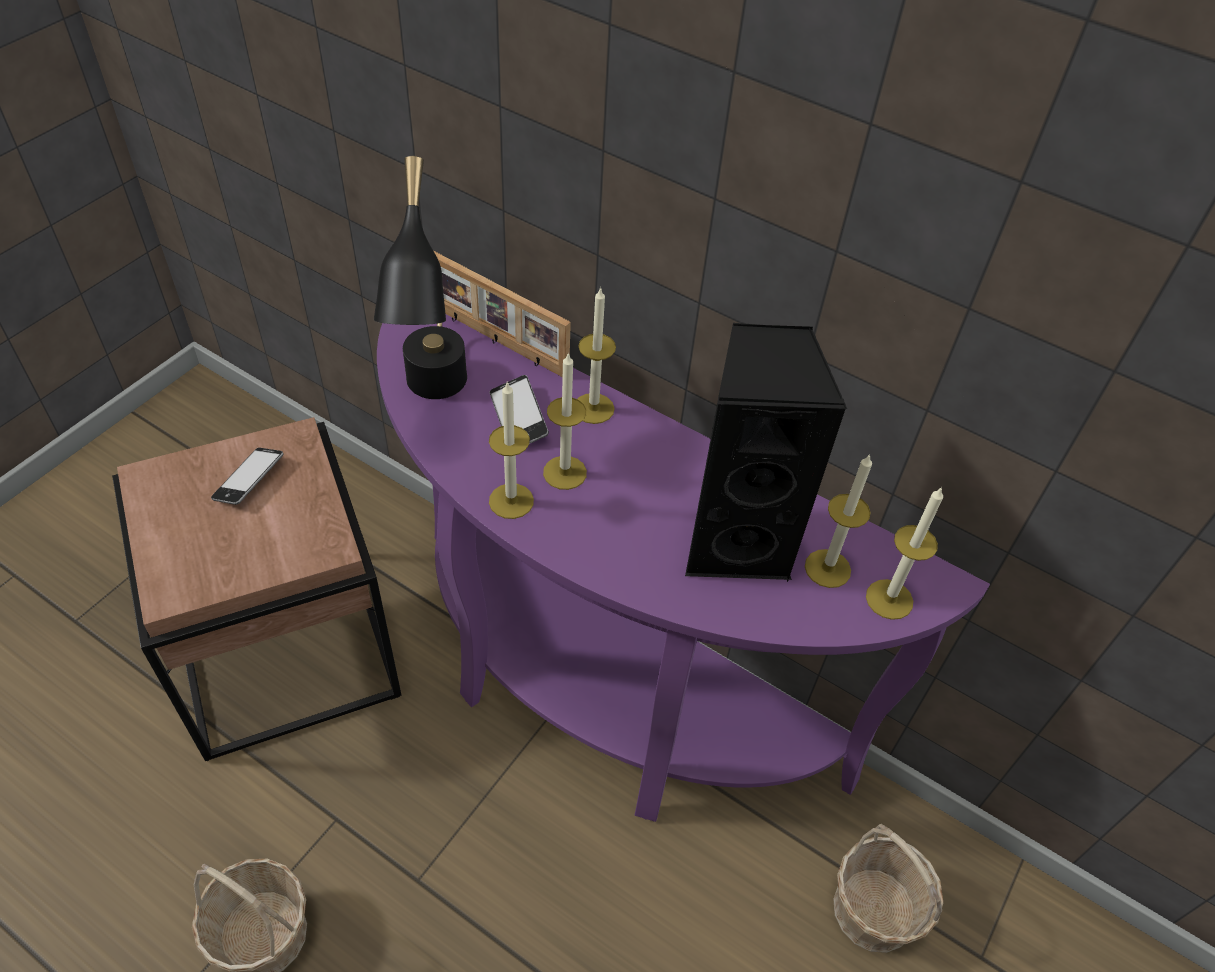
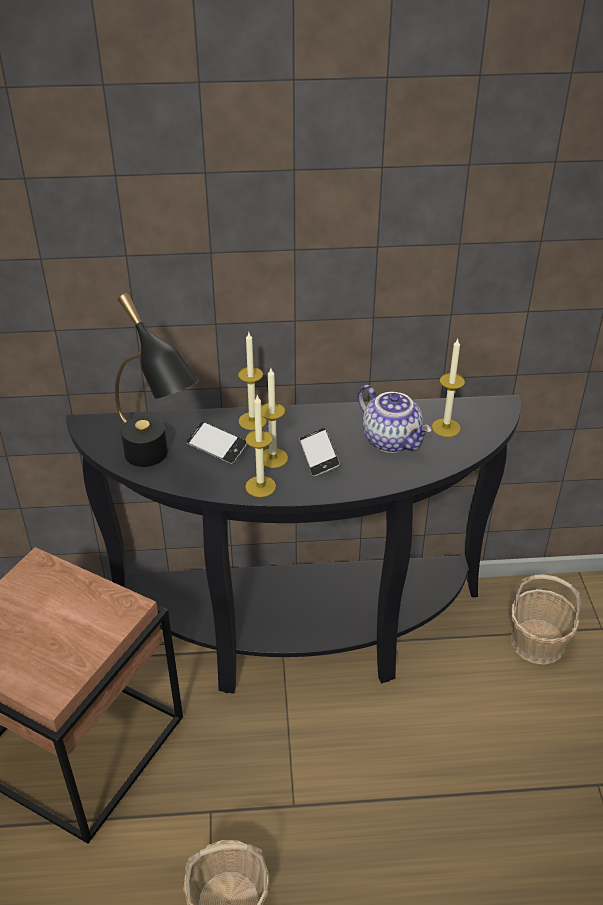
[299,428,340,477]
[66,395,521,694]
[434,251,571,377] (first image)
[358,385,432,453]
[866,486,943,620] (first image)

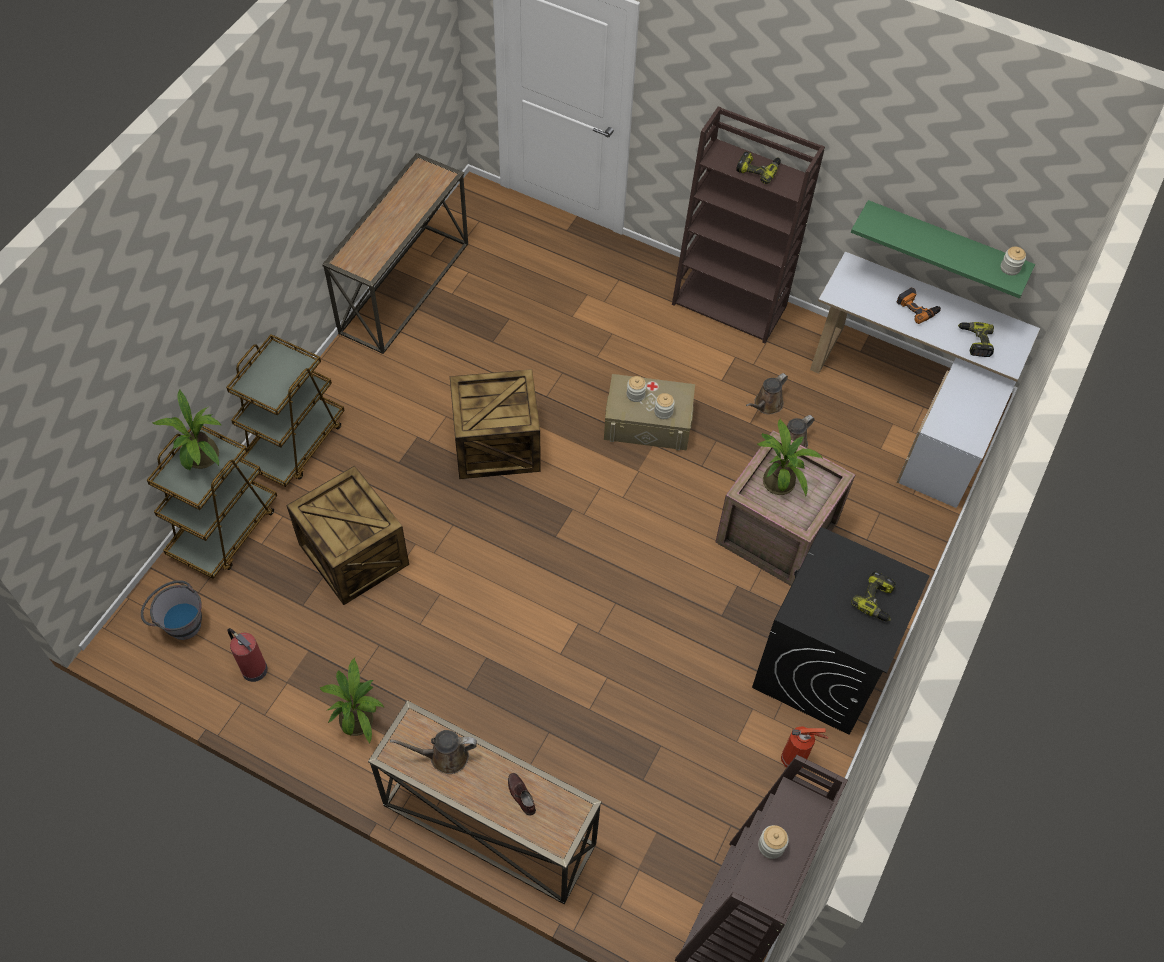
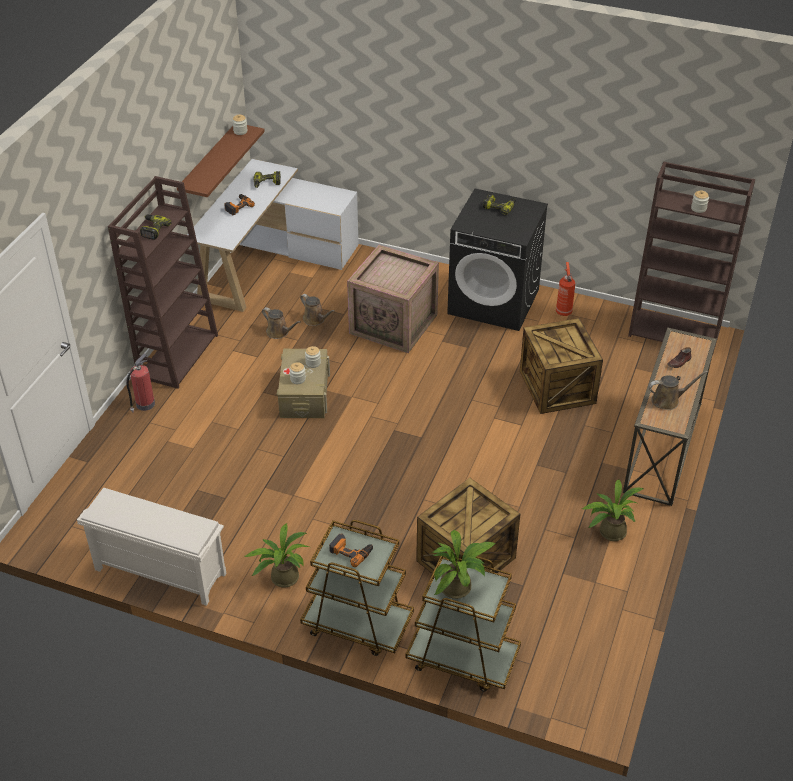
[141,580,202,640] (first image)
[127,354,155,413]
[77,488,226,606]
[648,371,708,410]
[520,318,603,414]
[245,523,309,588]
[177,125,265,197]
[329,533,373,567]

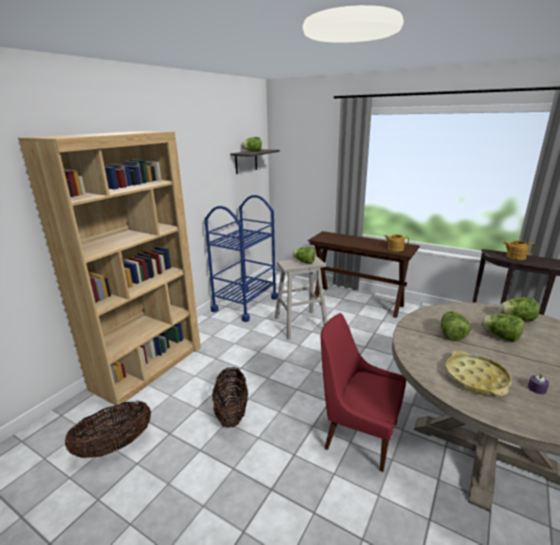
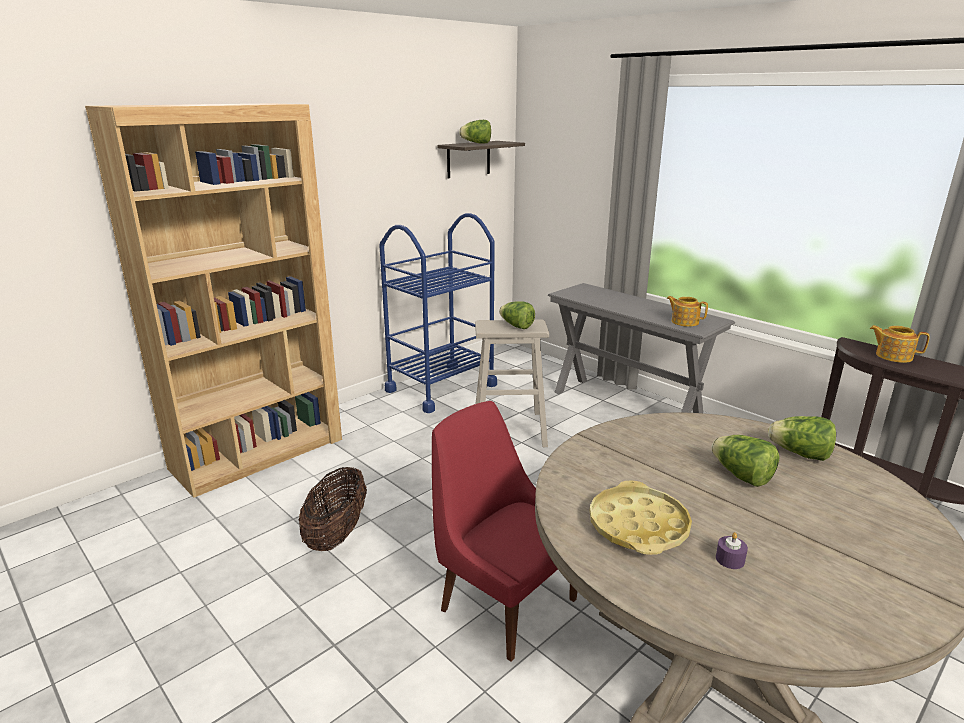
[65,401,151,458] (first image)
[548,283,735,413]
[441,311,470,341] (first image)

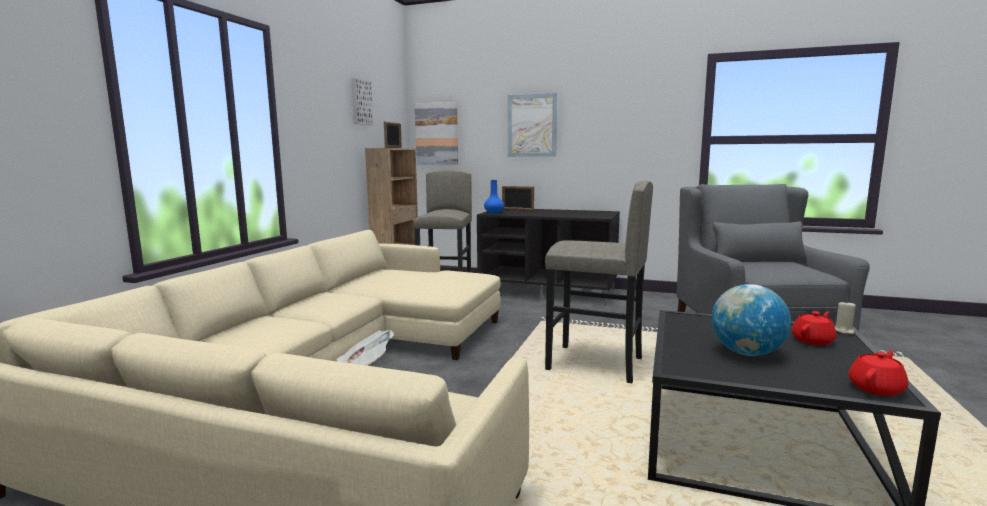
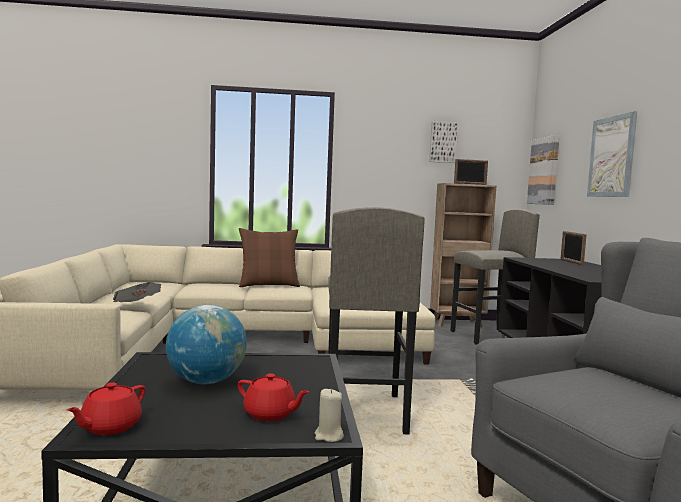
[484,180,504,213] (first image)
[67,382,145,435]
[239,228,300,287]

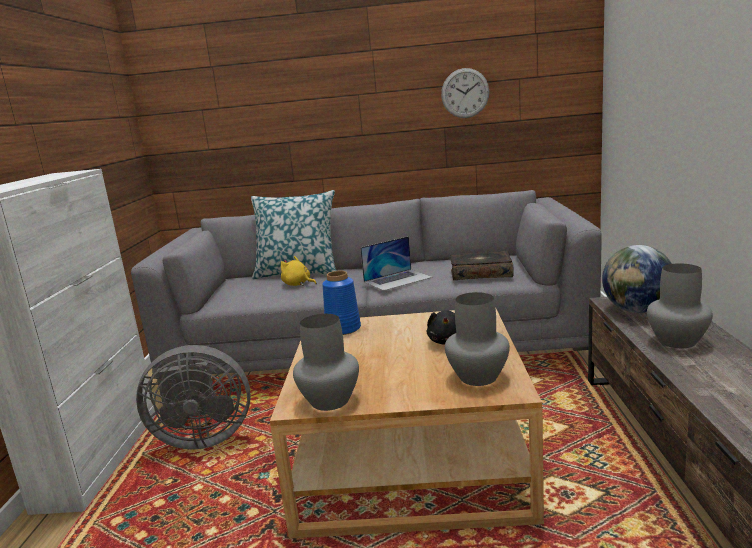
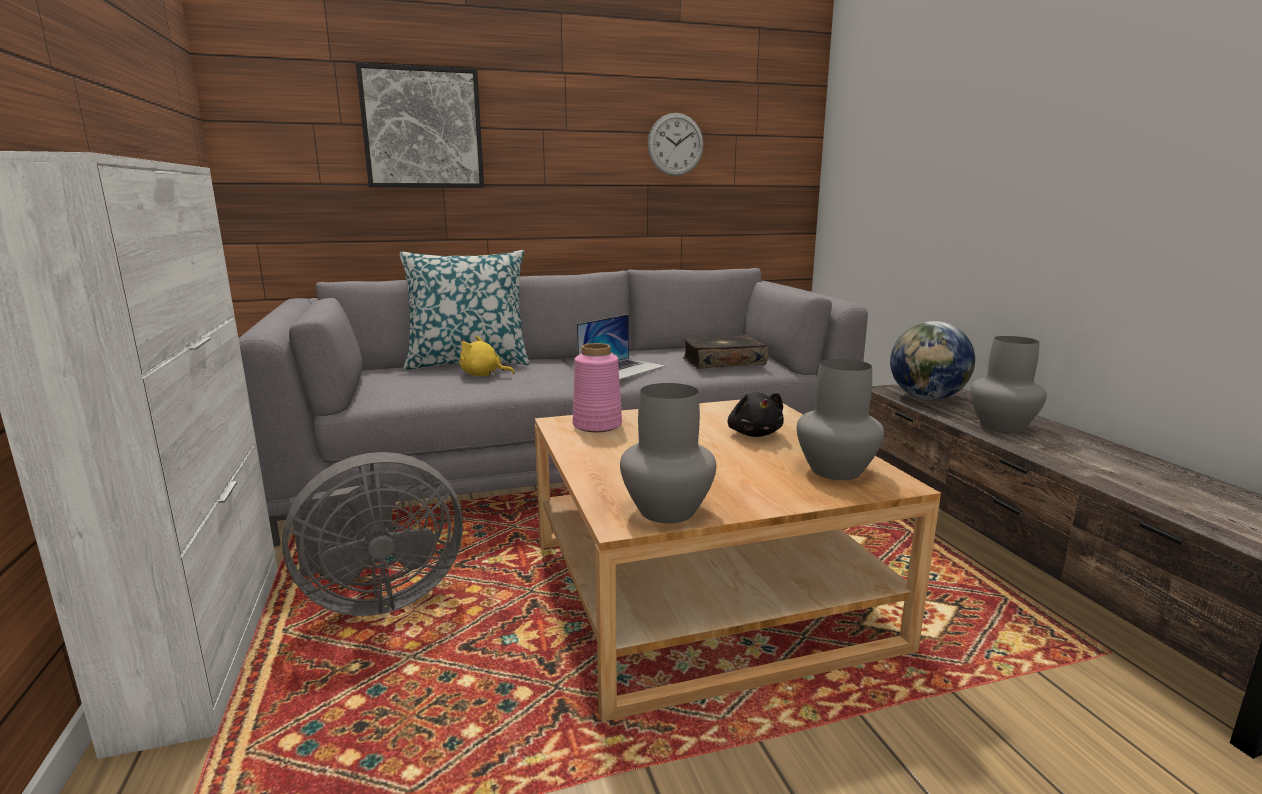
[572,343,622,432]
[356,63,484,188]

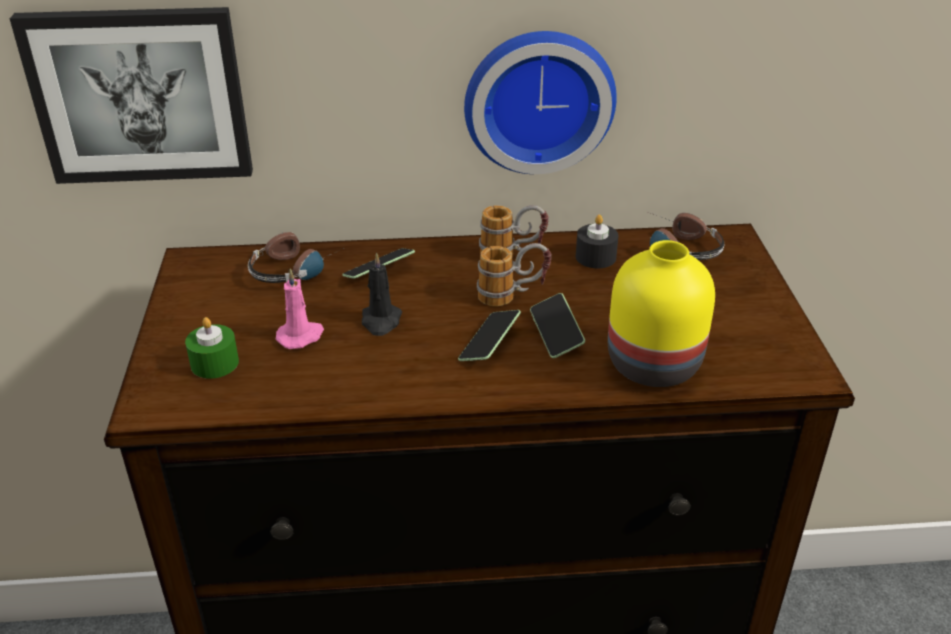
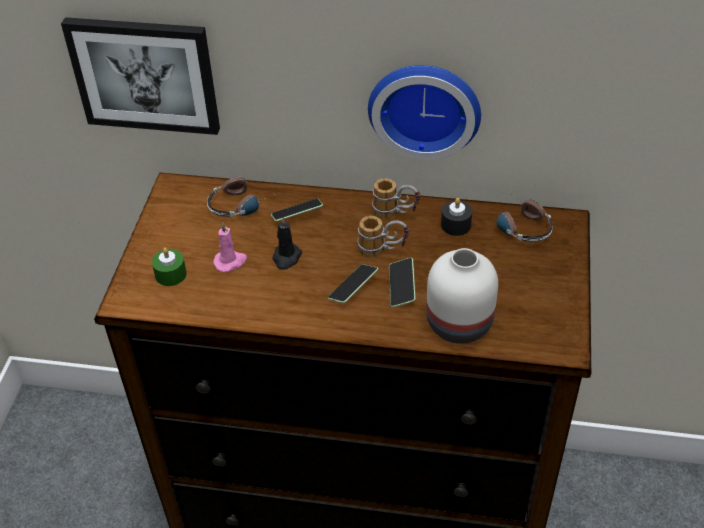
[426,248,498,344]

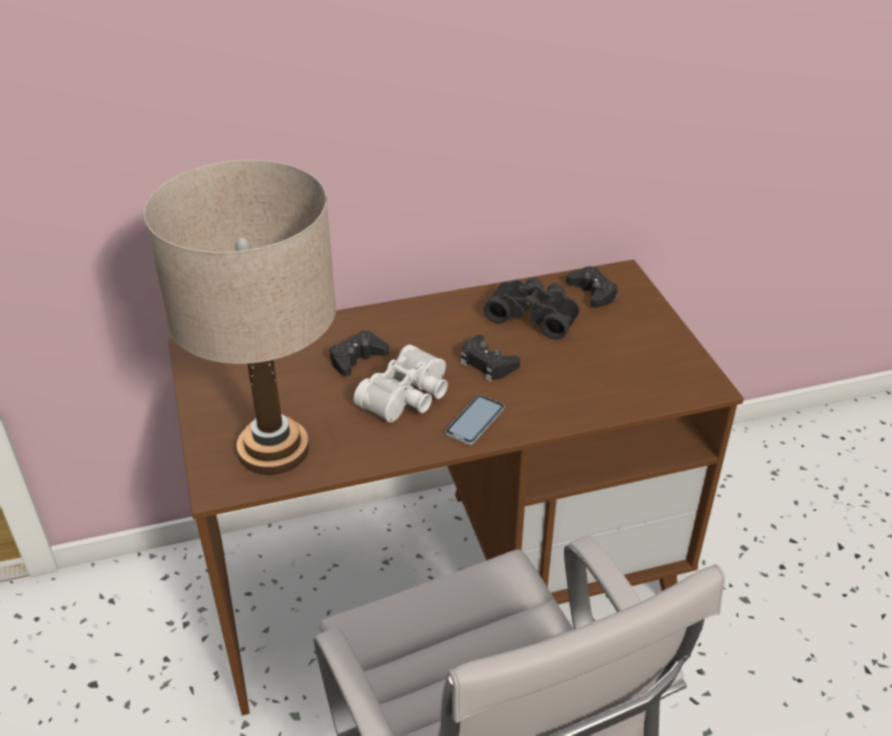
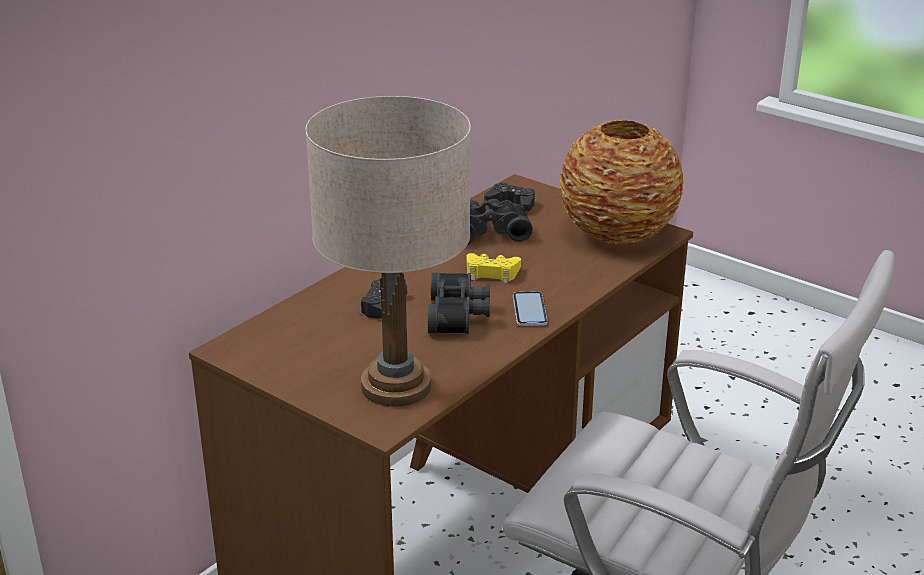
[428,273,490,334]
[467,253,521,283]
[559,120,684,245]

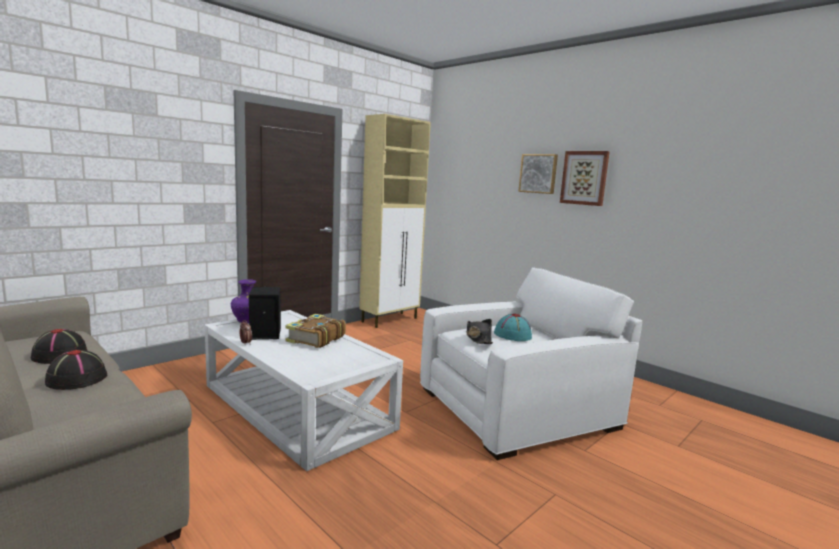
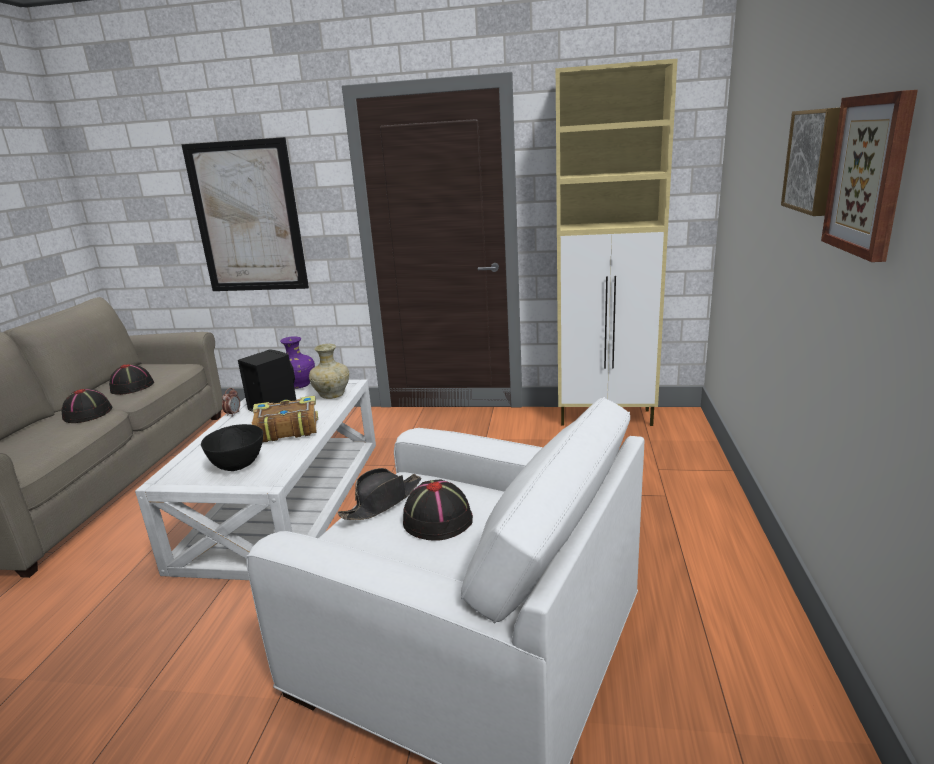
[403,479,473,541]
[181,137,309,291]
[201,424,263,471]
[309,344,349,399]

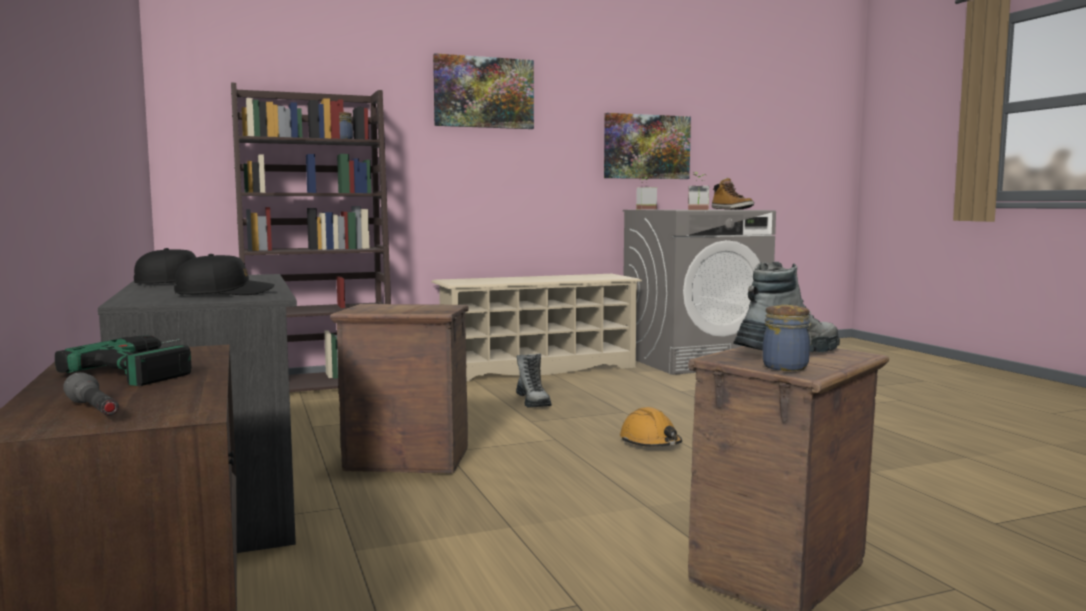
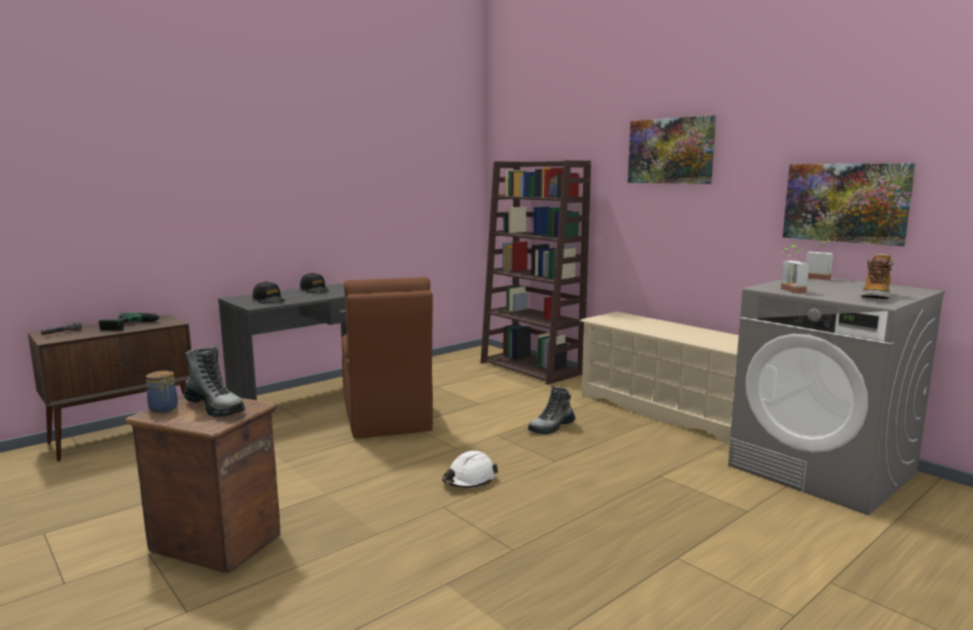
[341,277,433,439]
[442,451,498,488]

